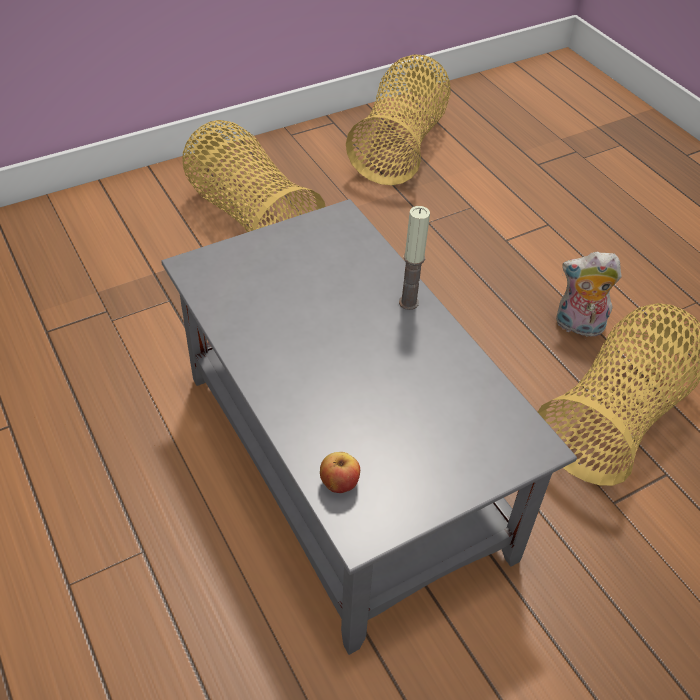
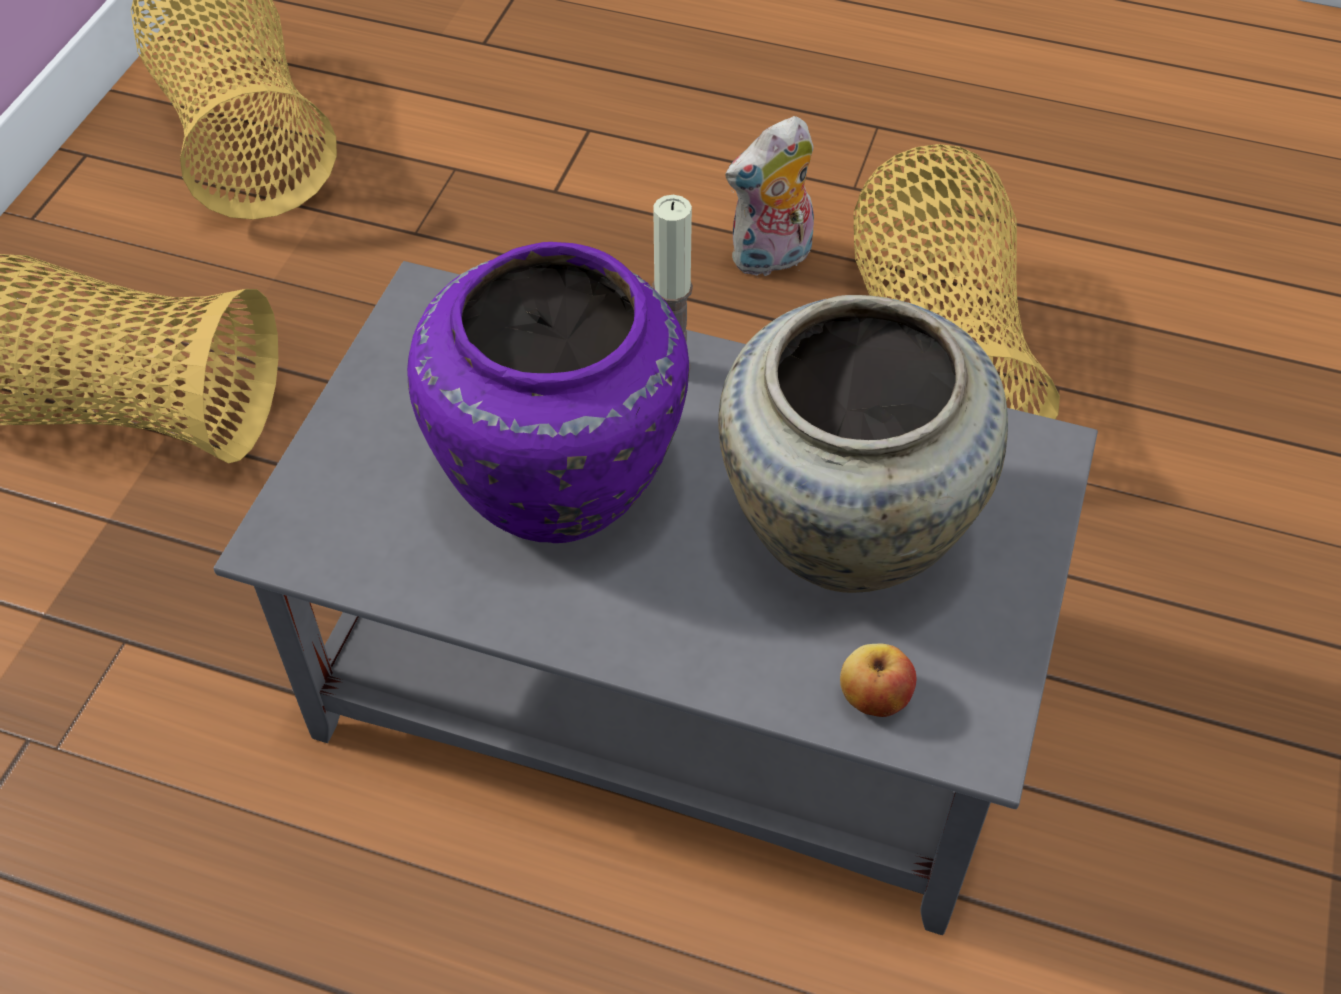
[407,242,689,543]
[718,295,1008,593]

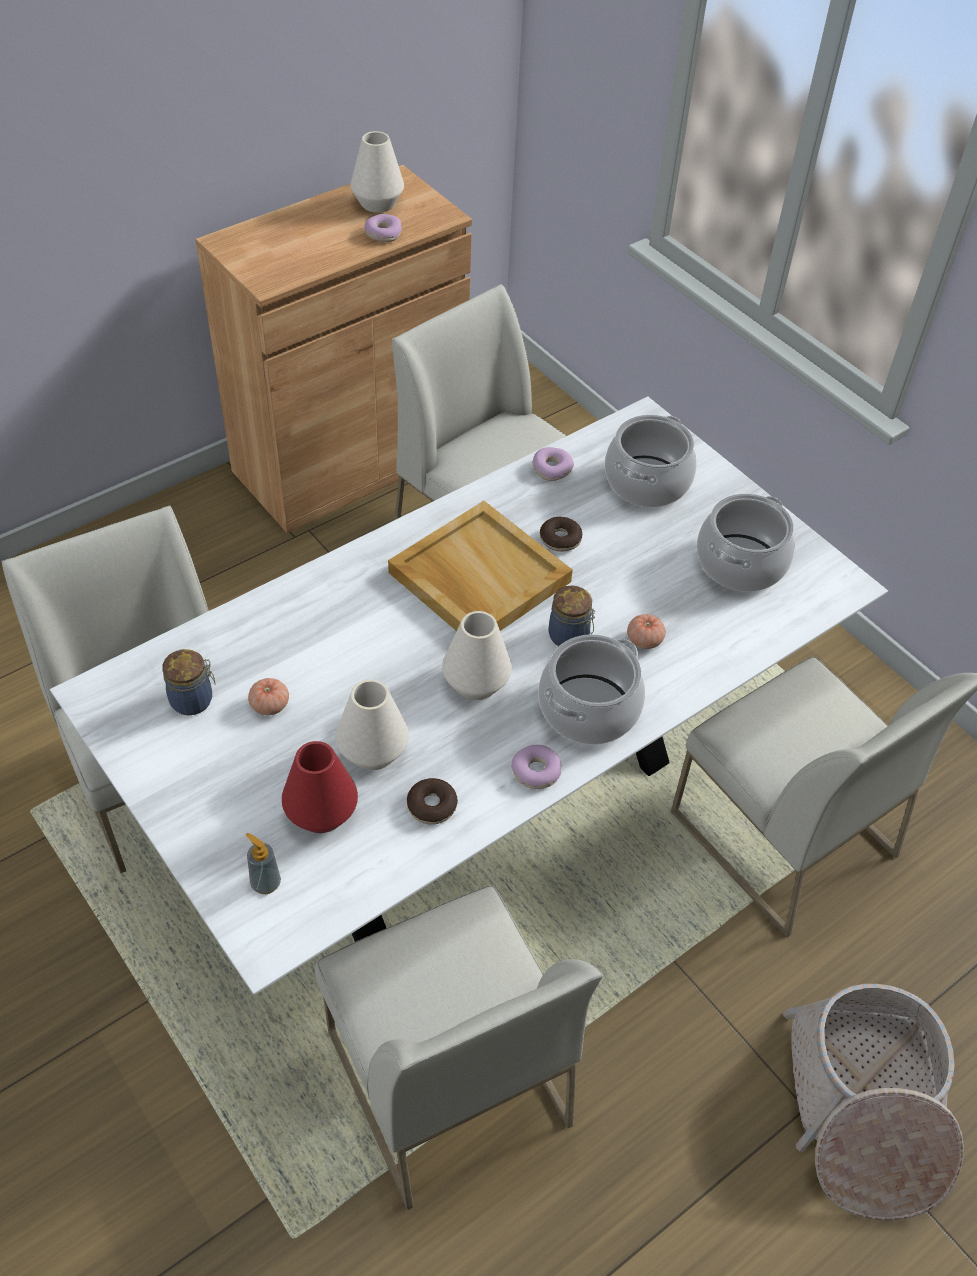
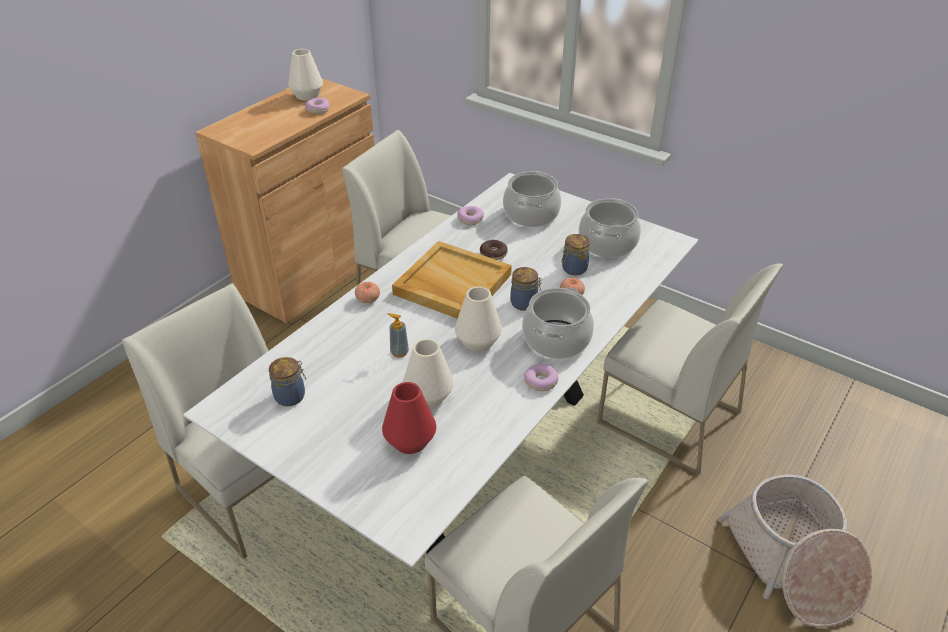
[387,313,409,358]
[355,282,380,303]
[407,778,458,825] (first image)
[562,234,590,275]

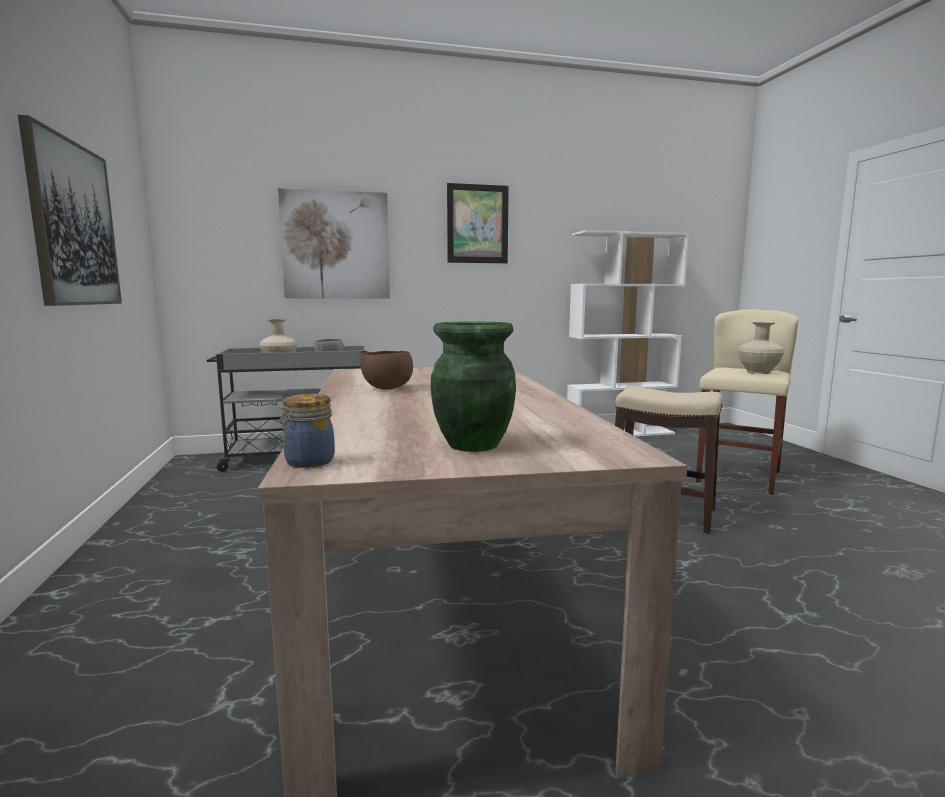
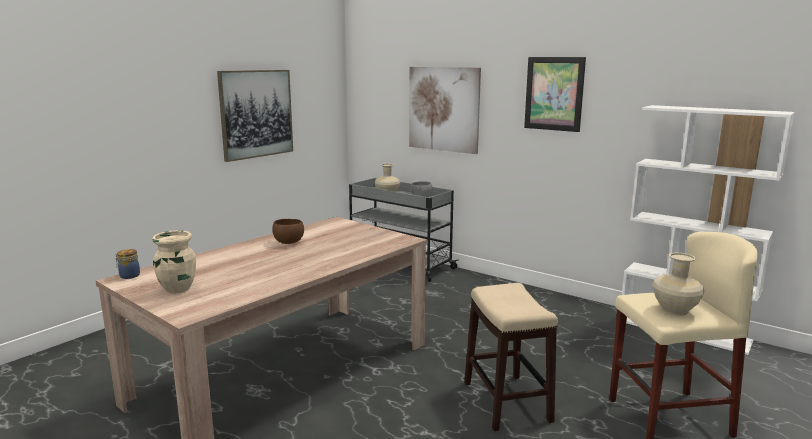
[152,230,196,294]

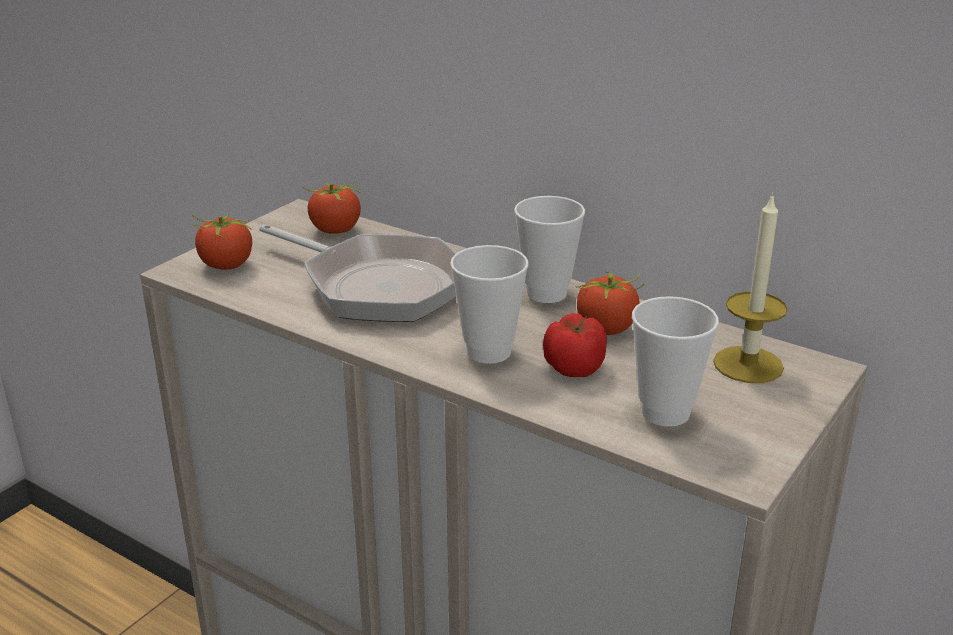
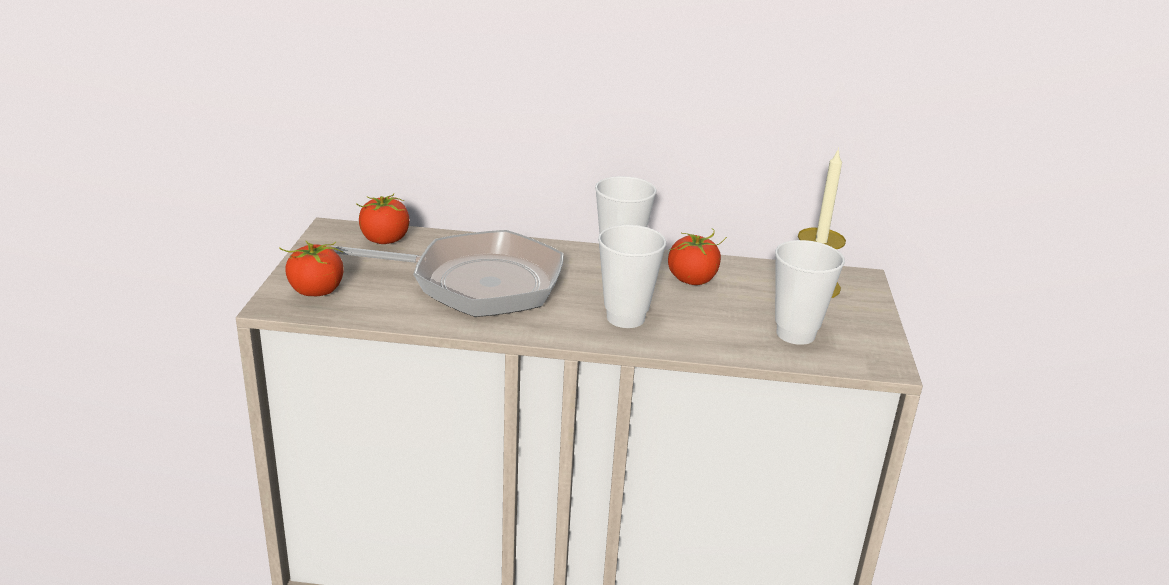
[543,313,607,377] (first image)

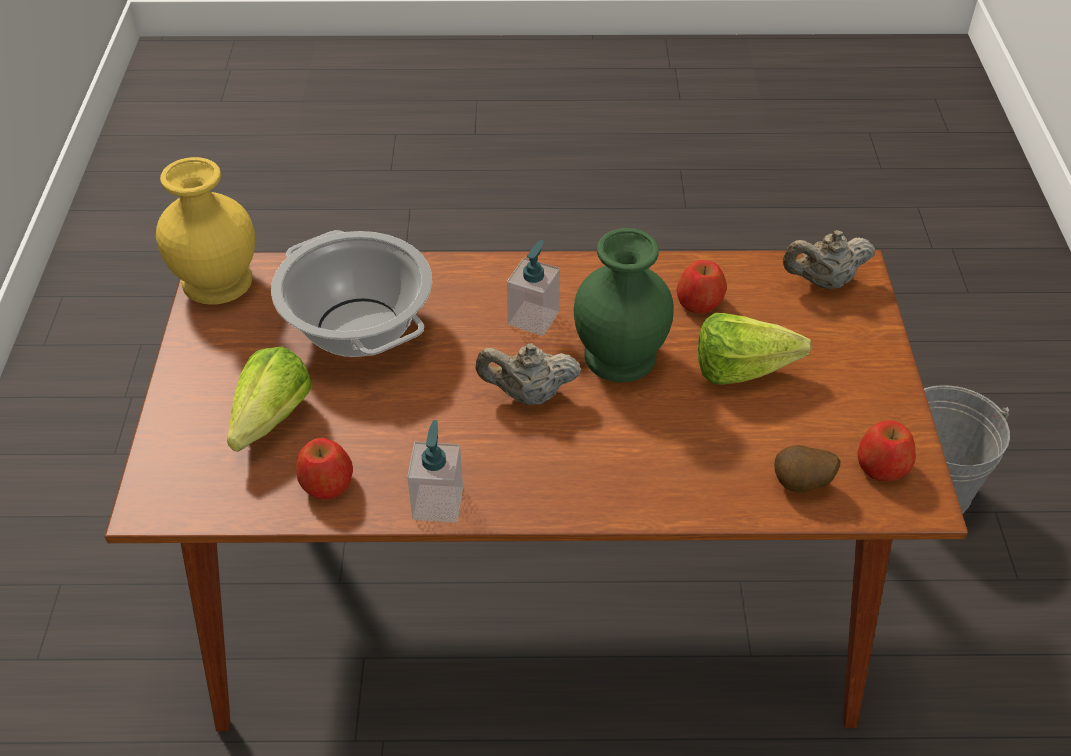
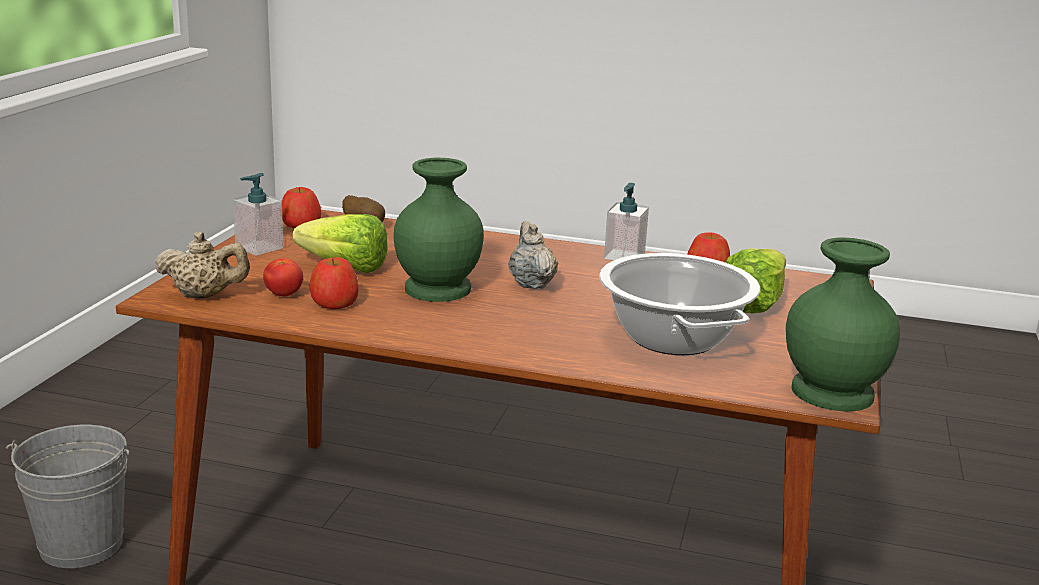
[786,237,900,411]
[508,221,558,289]
[233,173,284,256]
[263,258,303,296]

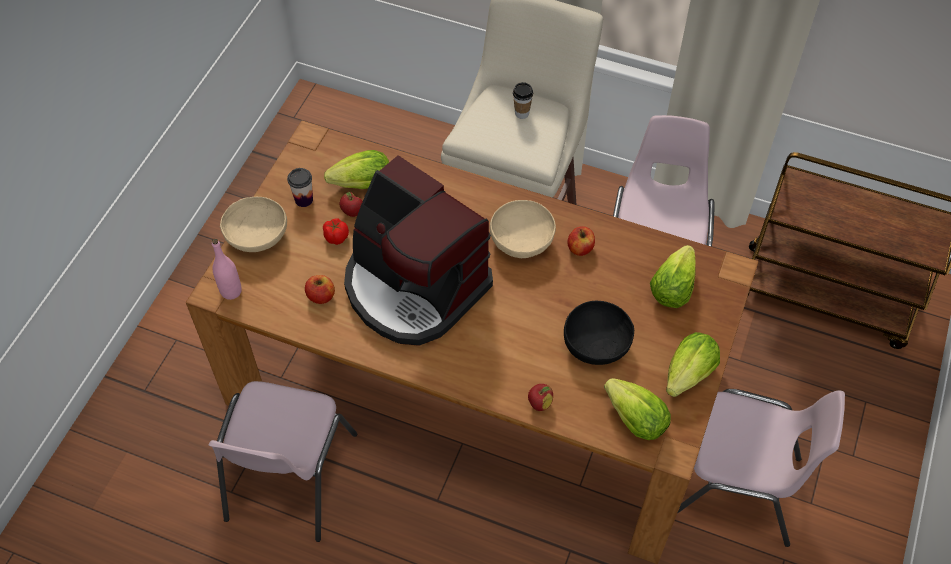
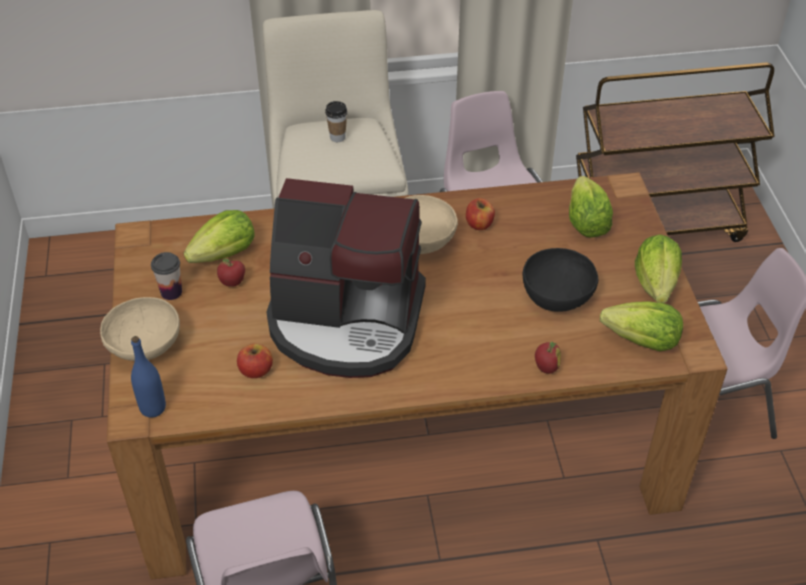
[131,336,166,418]
[323,219,349,245] (first image)

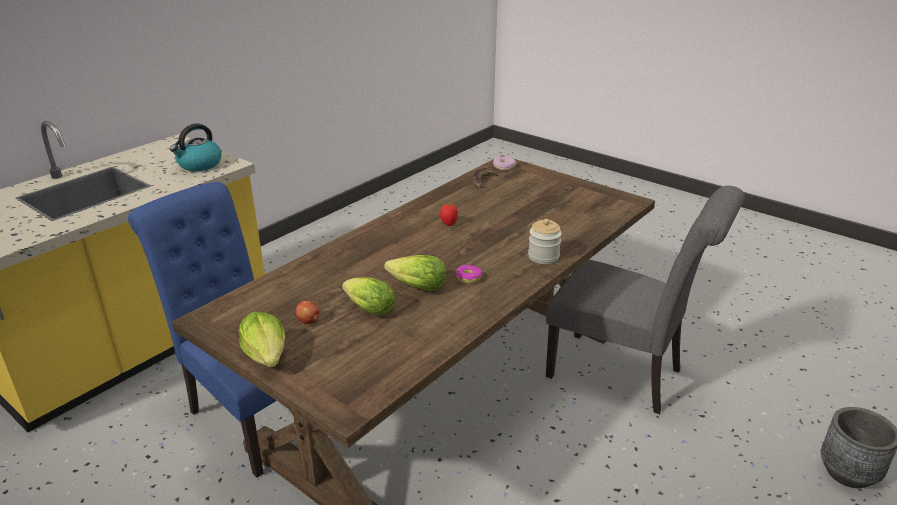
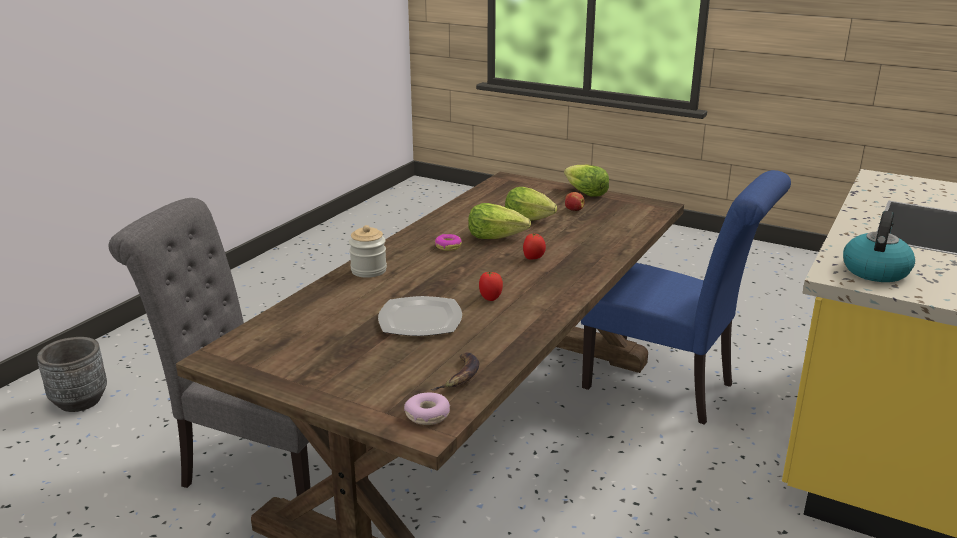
[378,296,462,336]
[523,233,546,260]

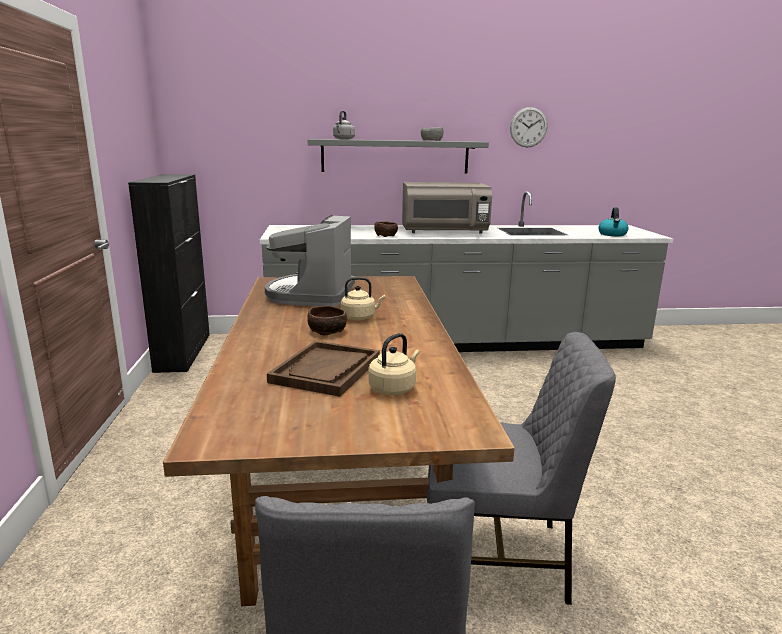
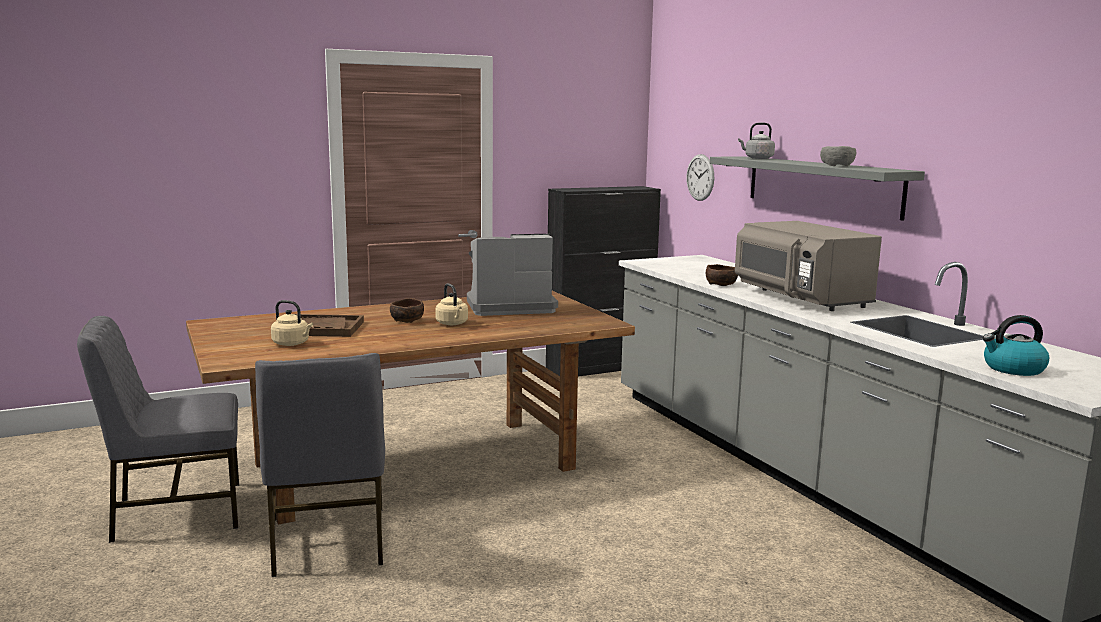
[686,154,714,201]

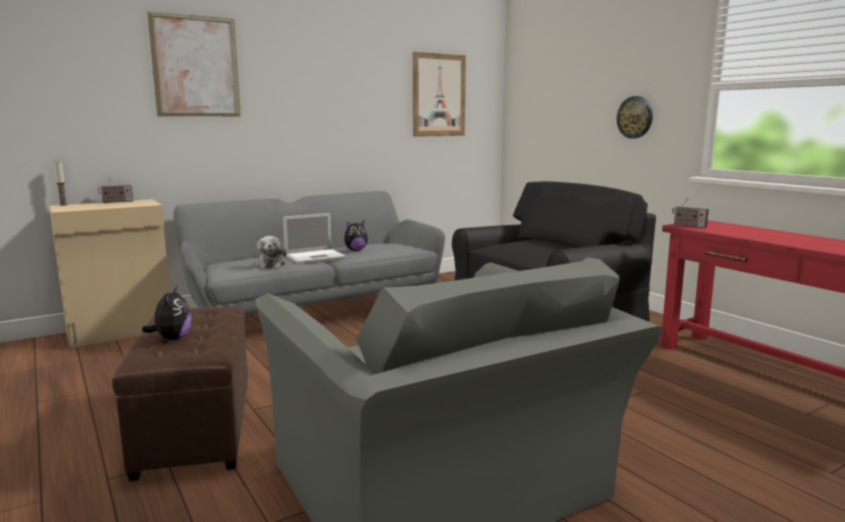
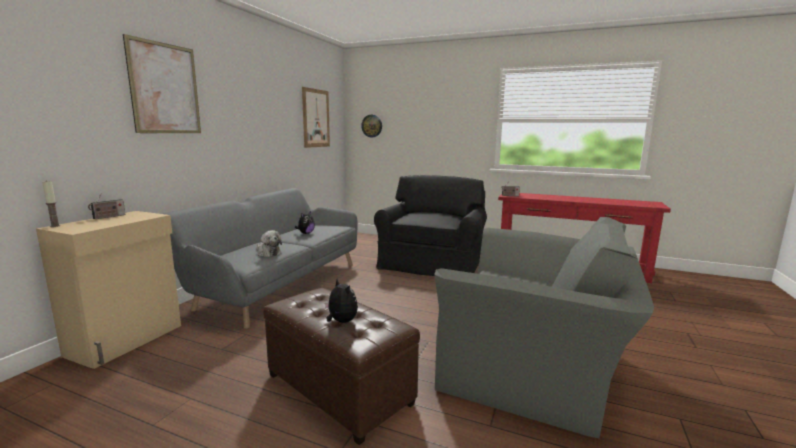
[283,213,346,264] (first image)
[361,115,382,138]

